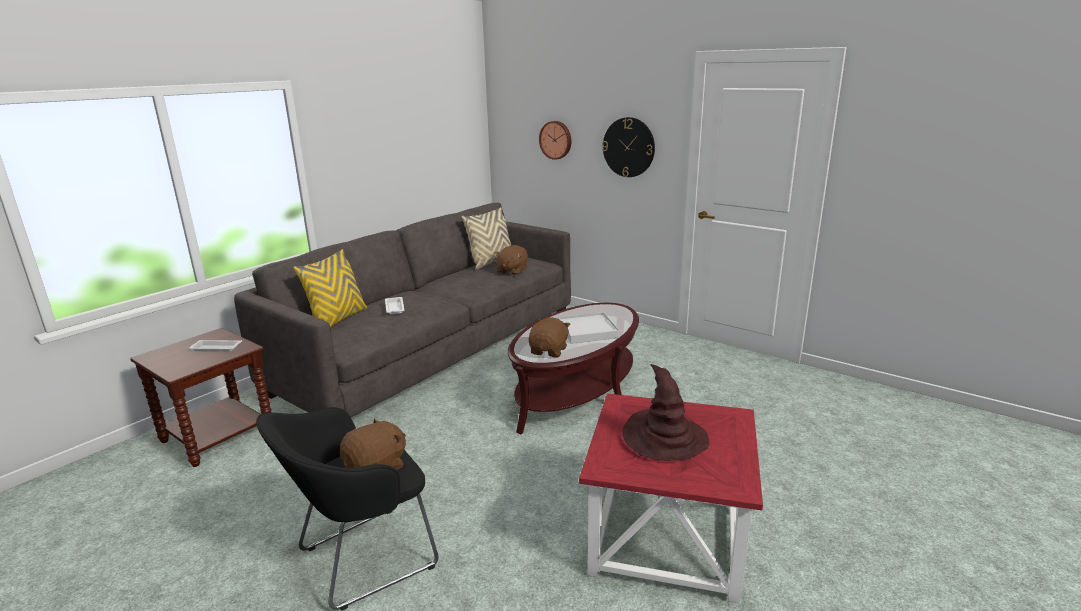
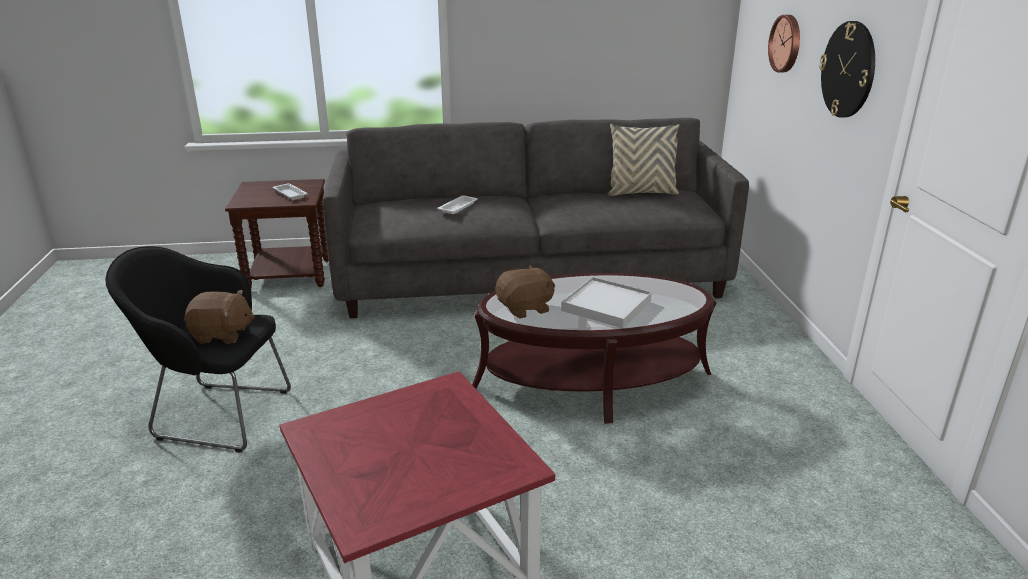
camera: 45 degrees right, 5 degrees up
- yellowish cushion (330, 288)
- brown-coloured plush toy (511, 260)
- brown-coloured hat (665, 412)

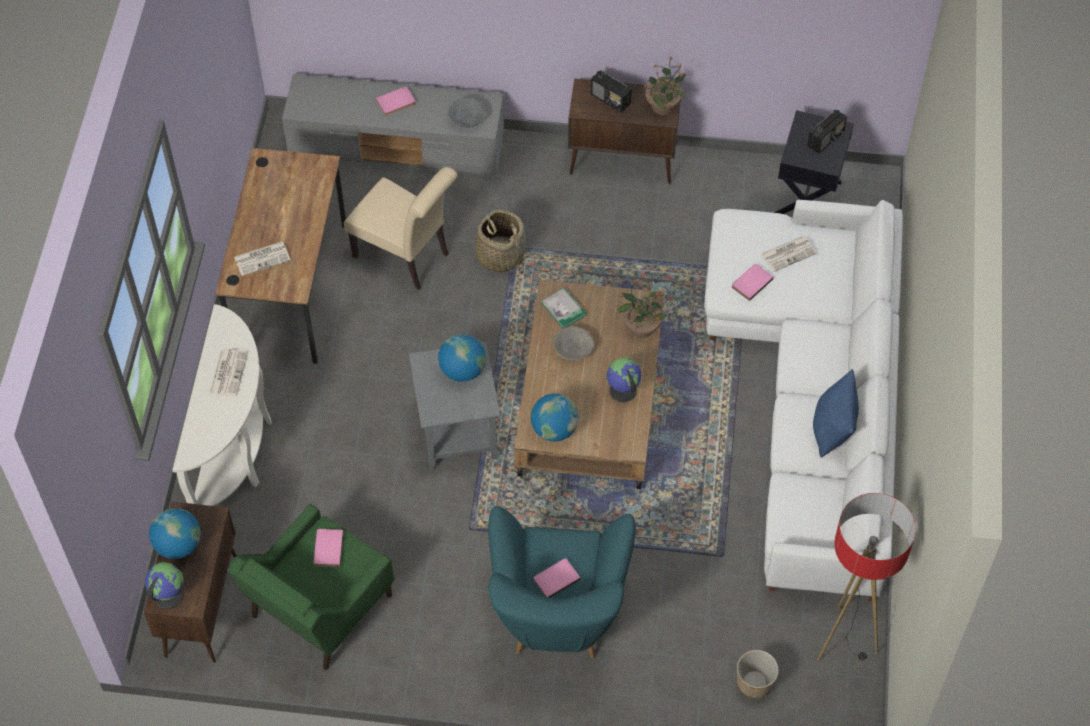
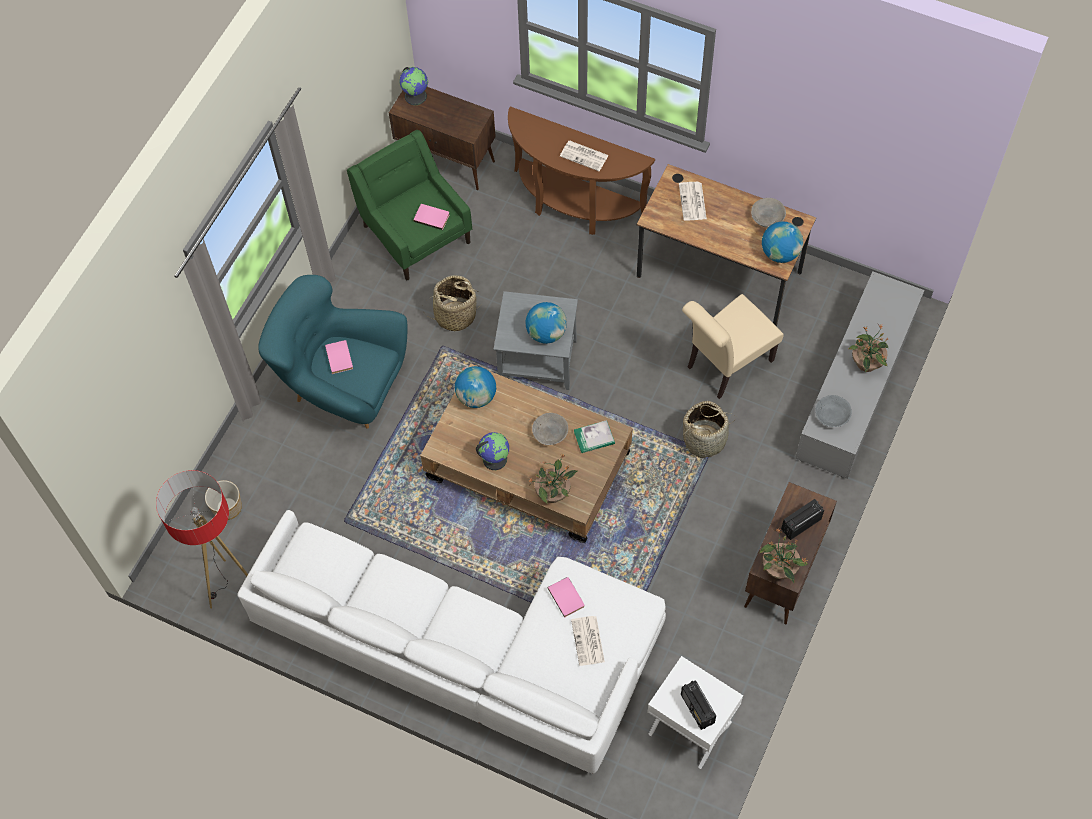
camera: 110 degrees right, 5 degrees up
~ world globe (175, 533) to (782, 242)
~ white-coloured console table (222, 405) to brown-coloured console table (581, 170)
~ pink book (396, 101) to potted plant (868, 348)
~ black side table (814, 162) to white-coloured side table (695, 712)
- bluish cushion (836, 413)
+ household basket (452, 303)
+ greyish bowl (768, 213)

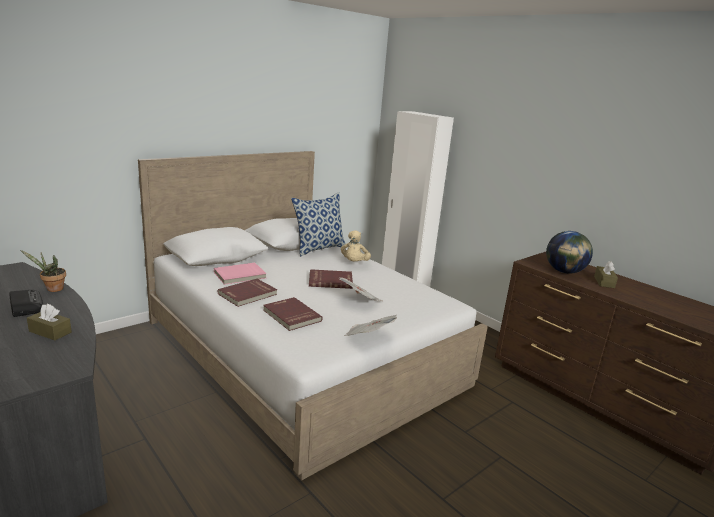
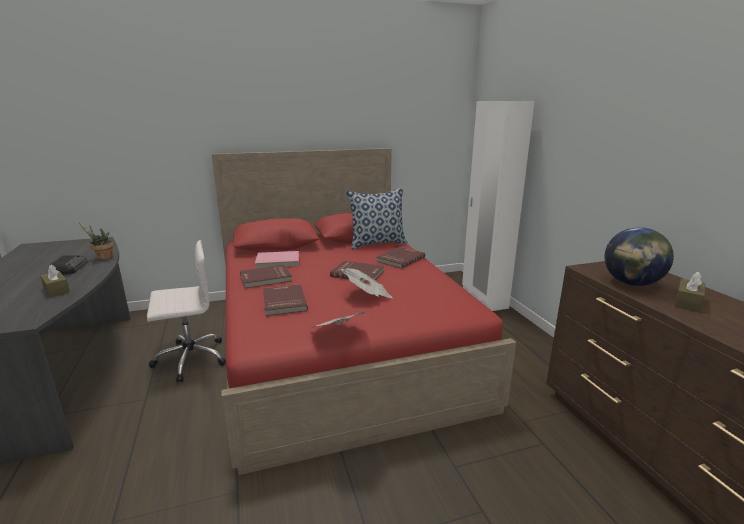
camera: 25 degrees right, 0 degrees up
~ white-coloured bed (313, 316) to red-coloured bed (364, 311)
~ sand-coloured plush toy (356, 245) to red-coloured book (400, 258)
+ white-coloured office chair (186, 311)

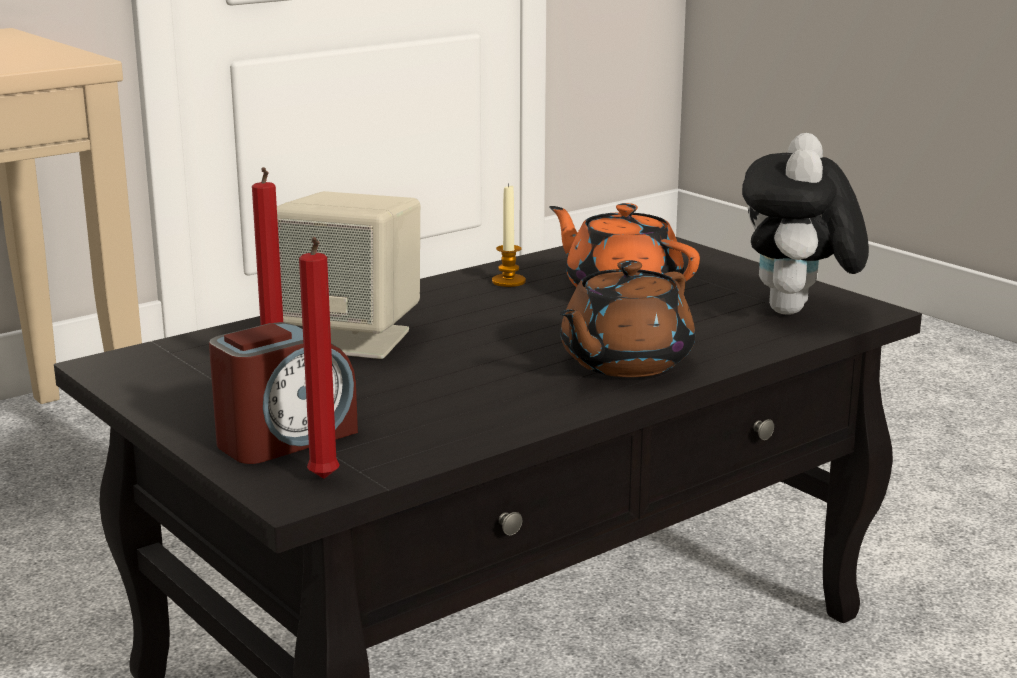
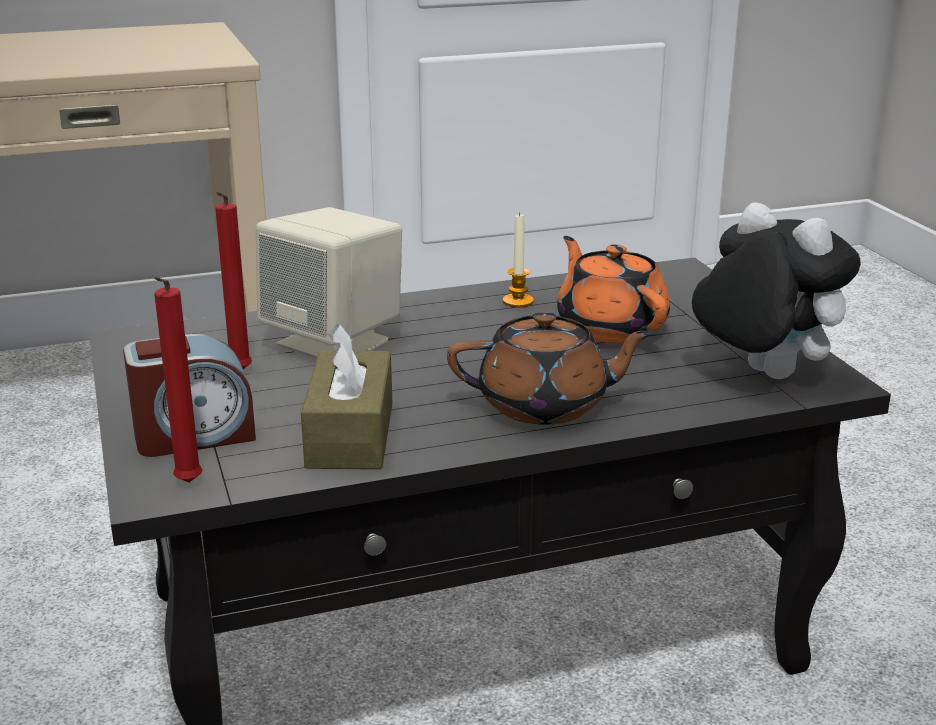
camera: 20 degrees right, 5 degrees up
~ brown-coloured teapot (627, 318) = (551, 368) 150 degrees counterclockwise
~ plush toy (805, 224) = (776, 290) 105 degrees clockwise
+ brown-coloured tissue box (346, 396)

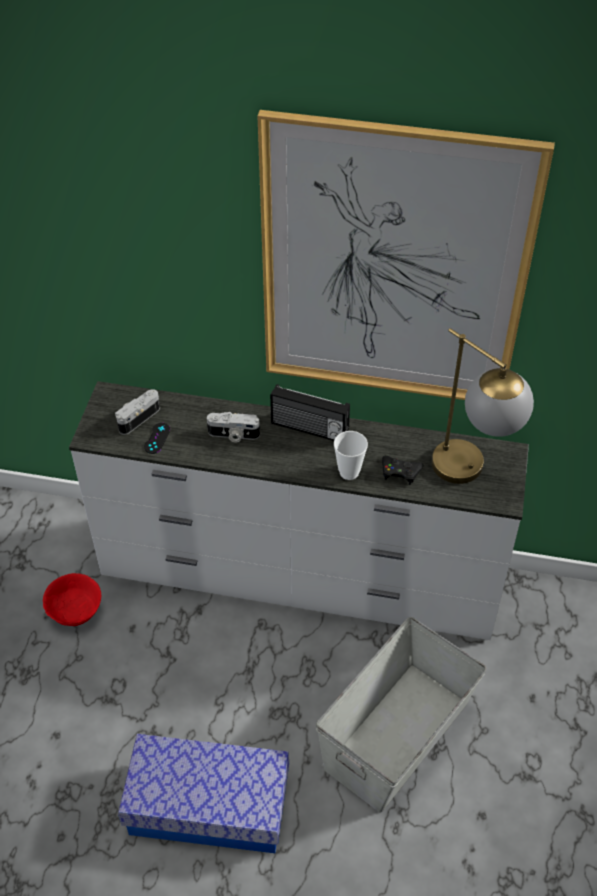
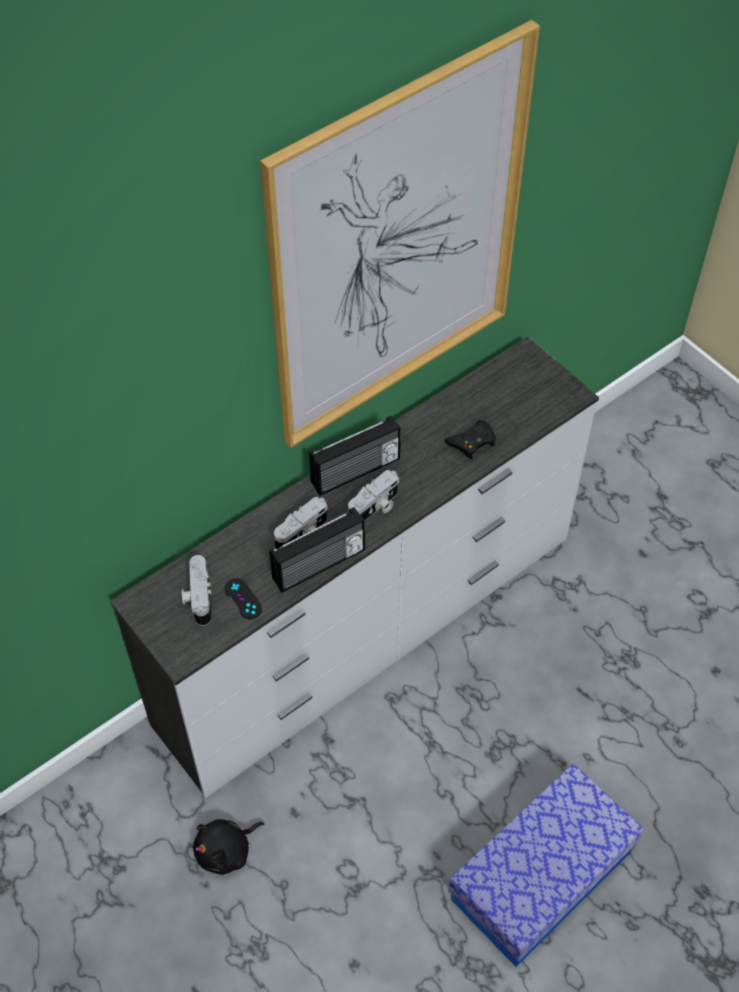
camera: 50 degrees left, 5 degrees up
~ red-coloured bowl (72, 599) to black plush toy (228, 847)
- greyish storage bin (401, 715)
- small cup (351, 455)
- table lamp (483, 406)
+ radio (317, 550)
+ photo camera (373, 495)

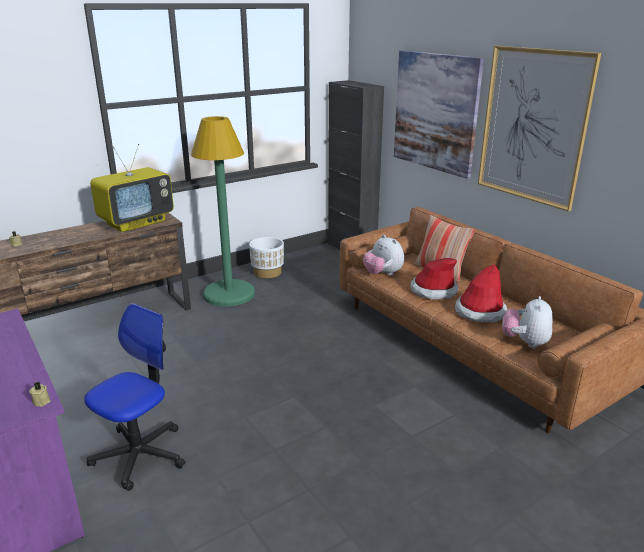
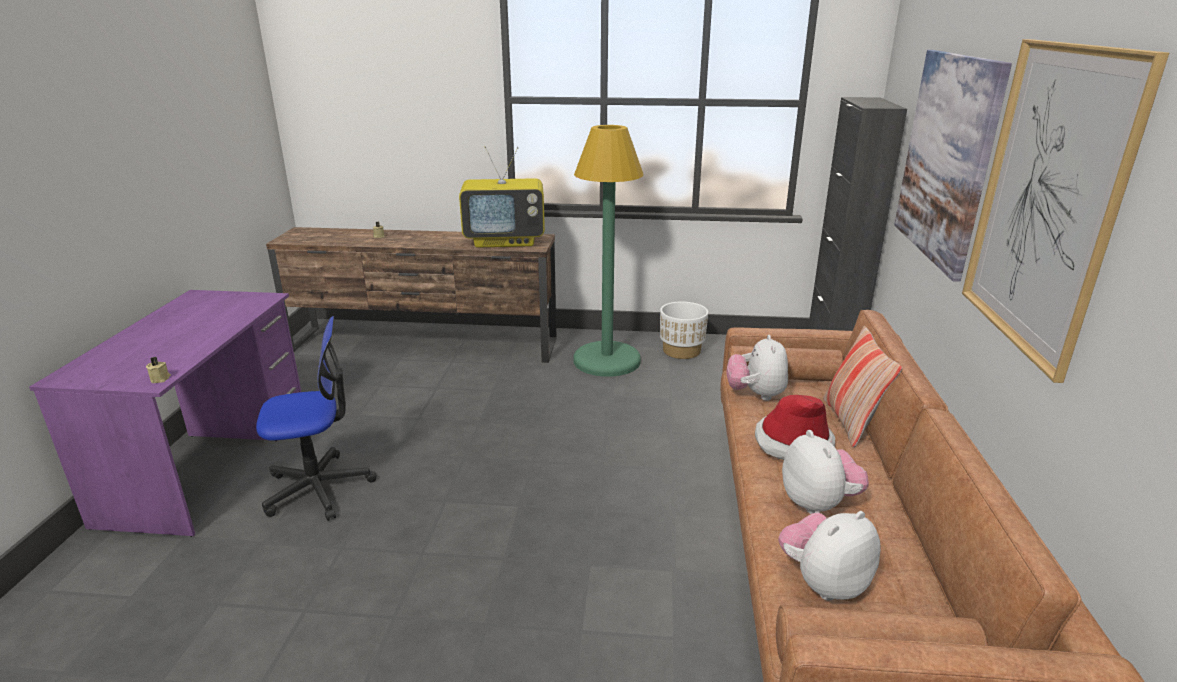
camera: 40 degrees right, 0 degrees up
~ hat (481, 293) to plush toy (825, 472)

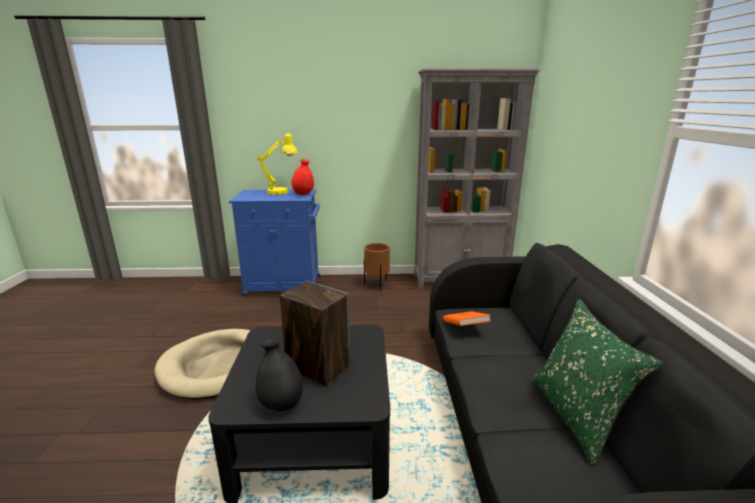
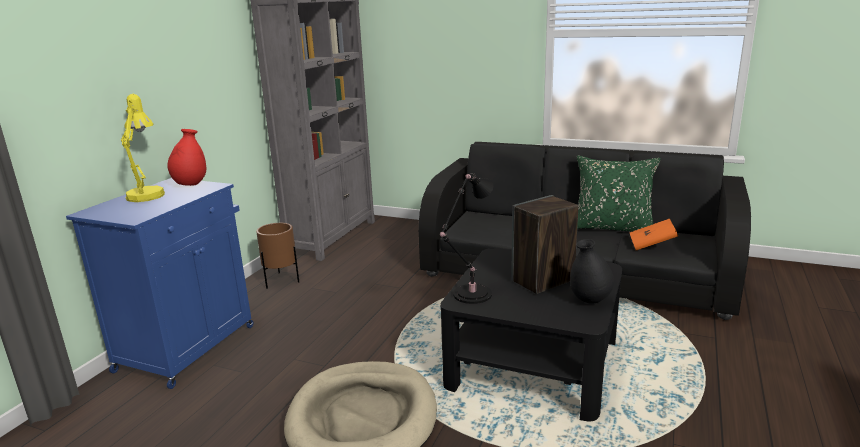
camera: 65 degrees left, 0 degrees up
~ orange book (466, 318) to (654, 234)
+ black table lamp (466, 238)

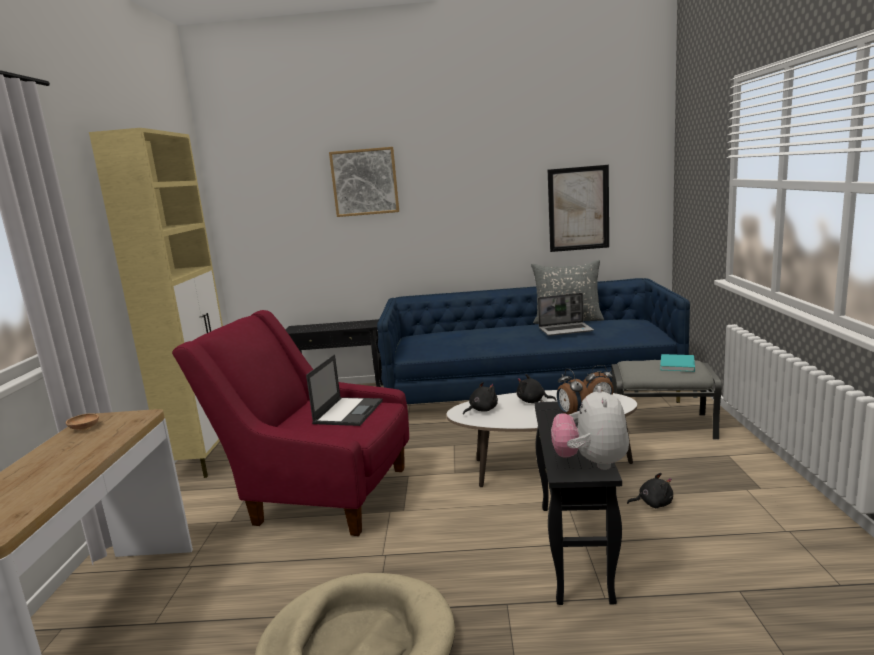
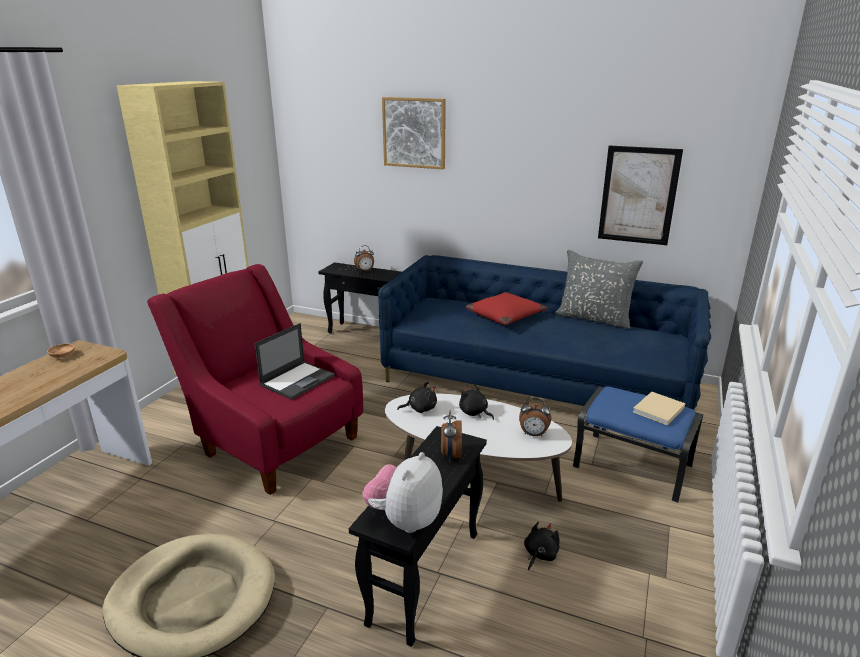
camera: 20 degrees right, 10 degrees up
- notebook computer (566, 314)
~ greyish ottoman (666, 400) to bluish ottoman (638, 444)
~ black plush toy (650, 490) = (541, 546) 75 degrees counterclockwise
~ turquoise book (677, 363) to sand-coloured book (659, 408)
+ table clock (364, 259)
+ red-coloured cushion (507, 308)

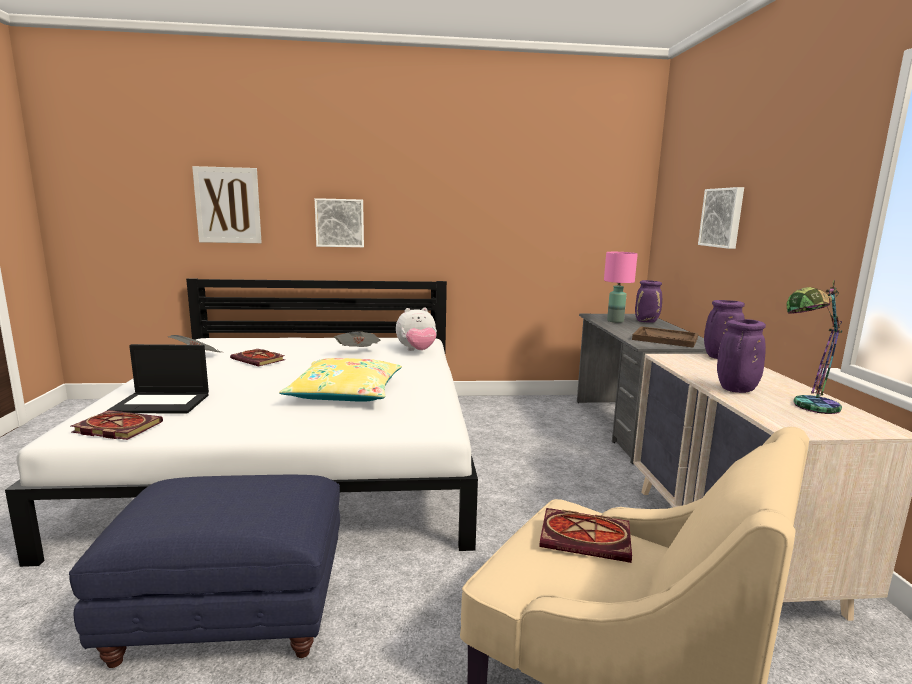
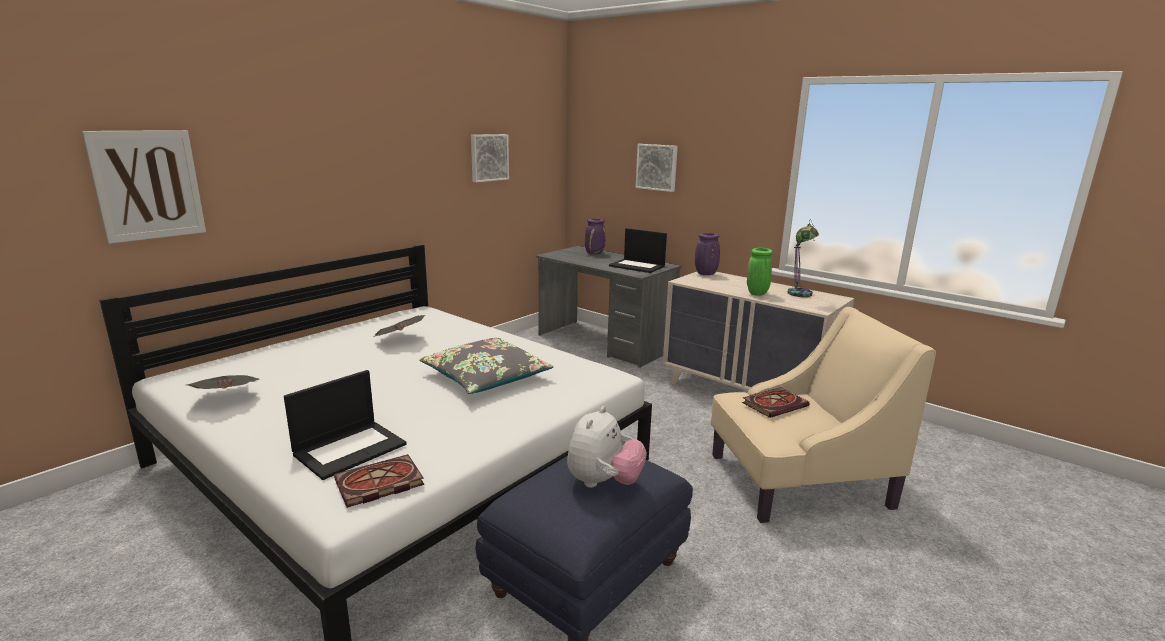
camera: 45 degrees left, 5 degrees up
- book (257, 358)
~ yellowish cushion (340, 380) to greyish cushion (486, 366)
~ wall picture (339, 222) to (490, 158)
~ plush toy (416, 329) to (607, 447)
- pink table lamp (621, 287)
~ brown-coloured serving tray (665, 337) to notebook computer (638, 250)
~ purplish vase (741, 356) to green-coloured vase (760, 272)

